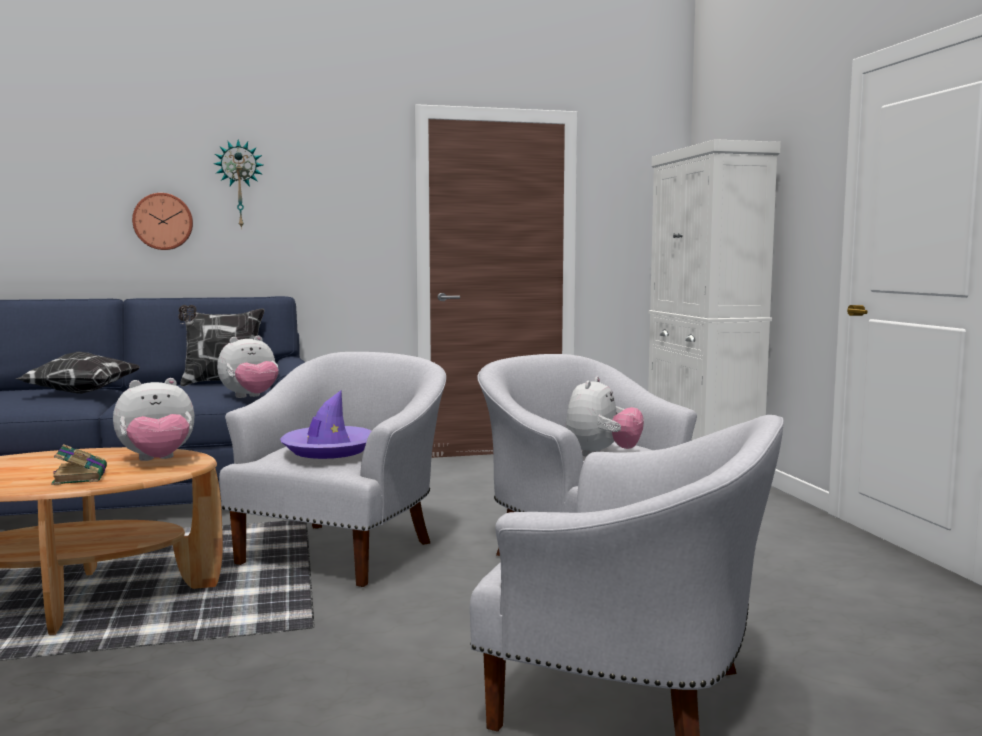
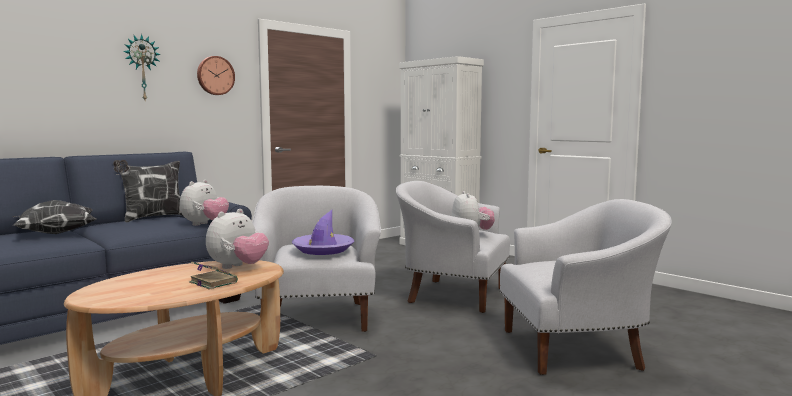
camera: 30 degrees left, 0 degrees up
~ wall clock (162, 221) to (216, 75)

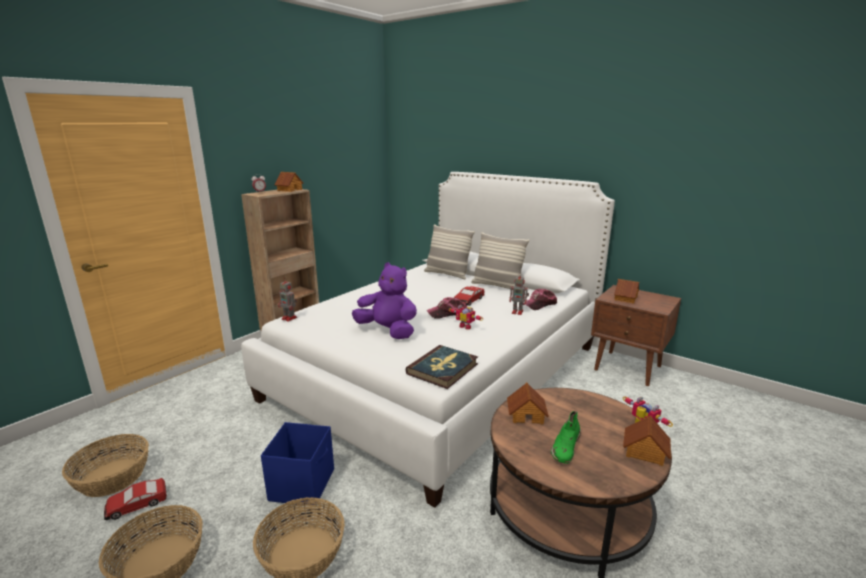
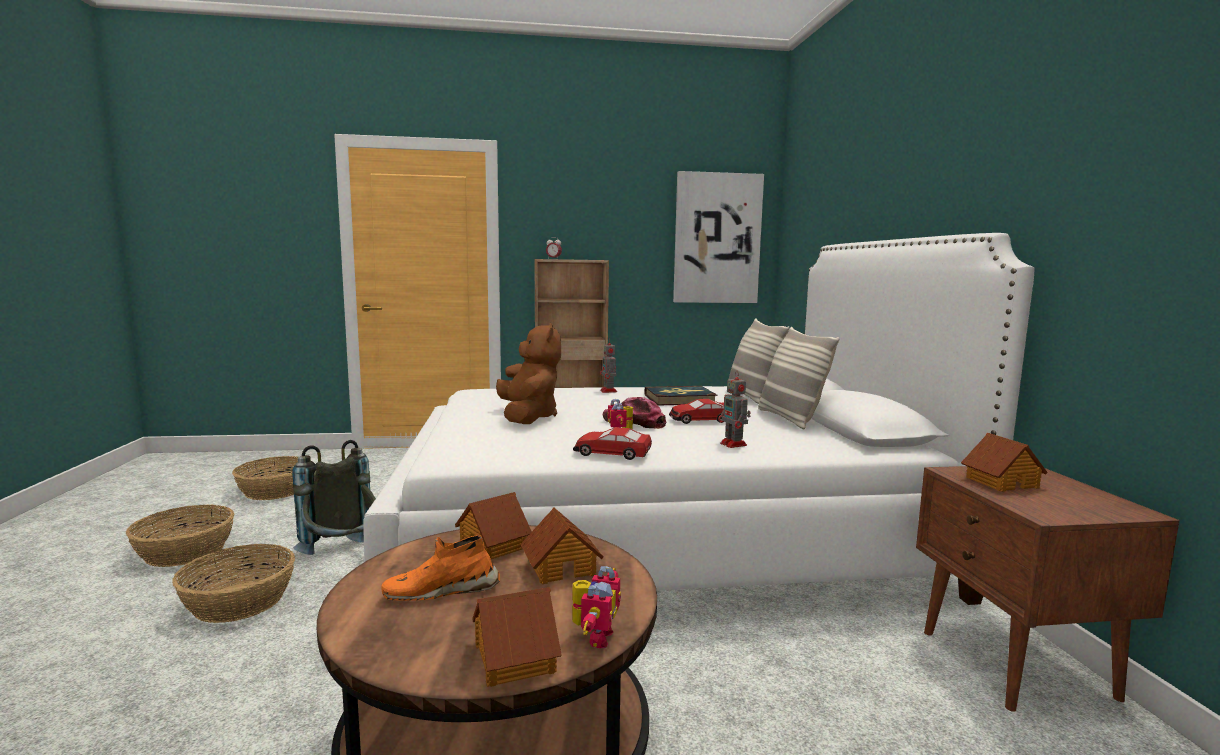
camera: 45 degrees right, 10 degrees down
~ toy car (135, 499) to (612, 443)
~ bluish storage bin (297, 463) to greyish rucksack (334, 497)
~ model house (288, 182) to (562, 545)
~ toy robot (287, 300) to (608, 365)
~ purplish plush toy (384, 300) to brown-coloured plush toy (528, 373)
~ book (442, 367) to (681, 396)
- baseball cap (540, 299)
~ green-coloured shoe (566, 437) to orange shoe (440, 568)
+ wall picture (718, 237)

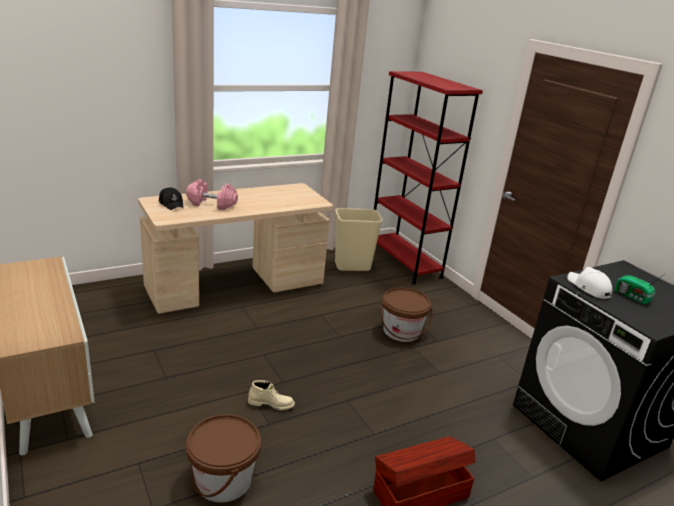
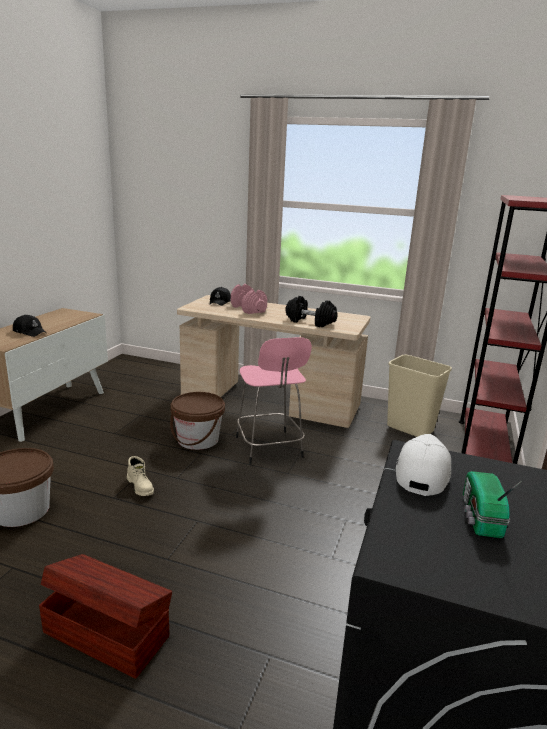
camera: 50 degrees right, 5 degrees down
~ brown-coloured water bucket (406, 315) to (197, 421)
+ black baseball cap (29, 326)
+ pink stool seat (274, 400)
+ black hand weight (311, 311)

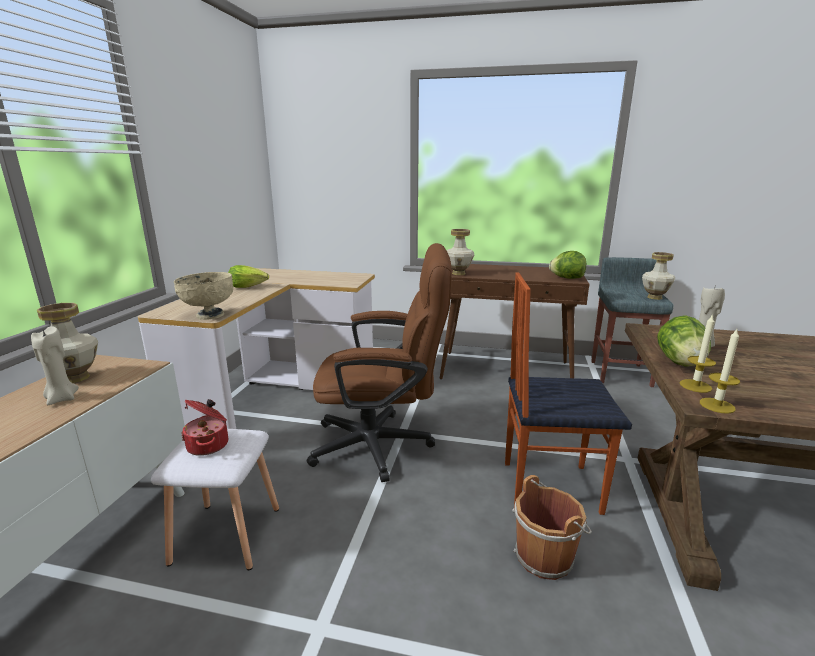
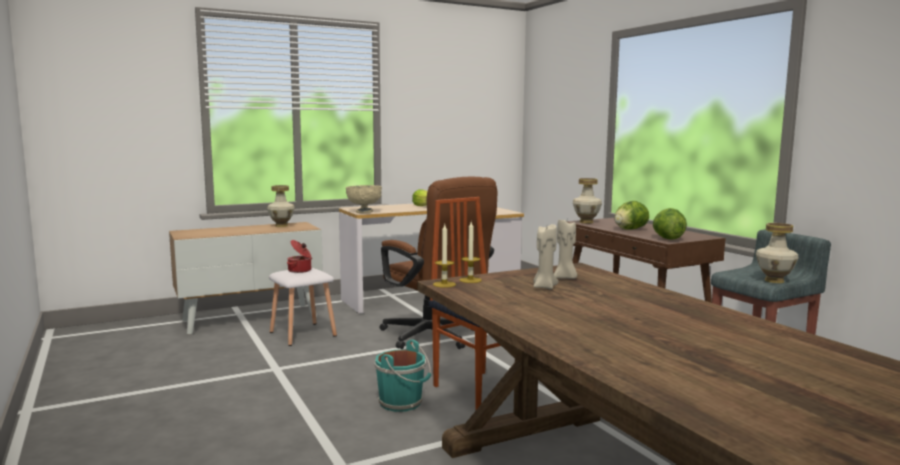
camera: 50 degrees right, 10 degrees down
~ sand-coloured wax light (55, 365) to (546, 257)
~ brown-coloured water bucket (552, 527) to turquoise water bucket (403, 376)
~ lettuce head (684, 341) to (631, 215)

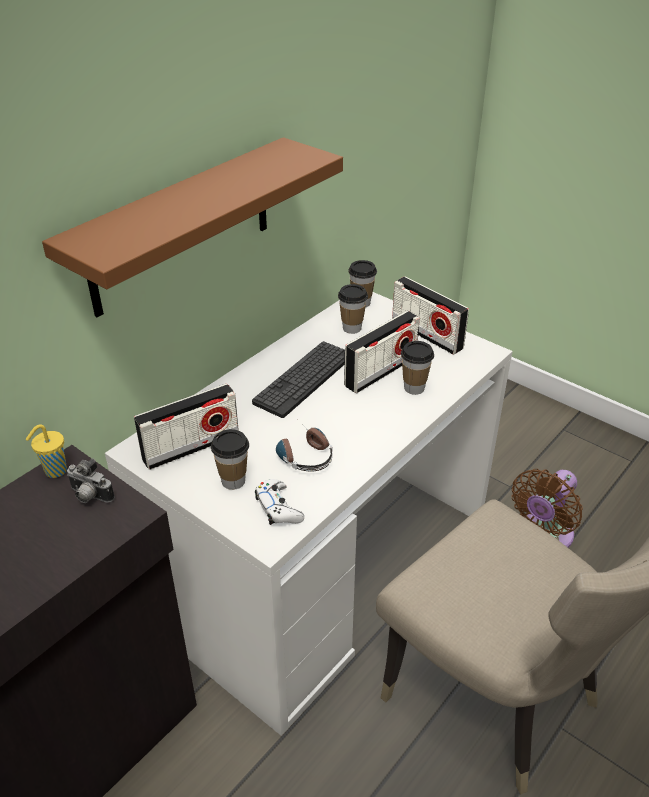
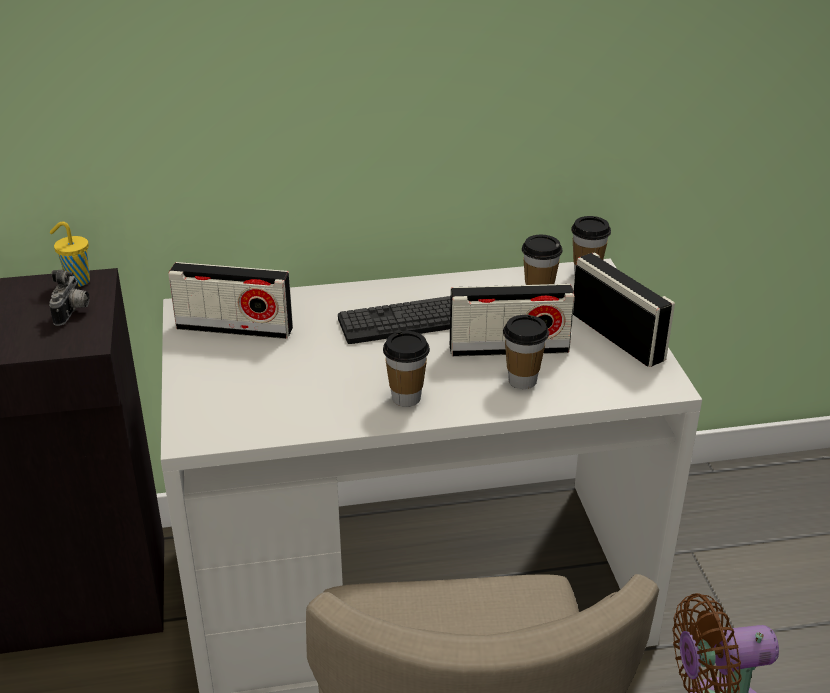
camera: 40 degrees right, 5 degrees down
- brown-coloured wall shelf (192, 227)
~ photo camera (91, 480) = (69, 298) 150 degrees counterclockwise
~ small cup (230, 459) to (406, 369)
- white-coloured gamepad (279, 502)
- pair of headphones (304, 445)
~ radio (430, 315) = (624, 309) 150 degrees clockwise

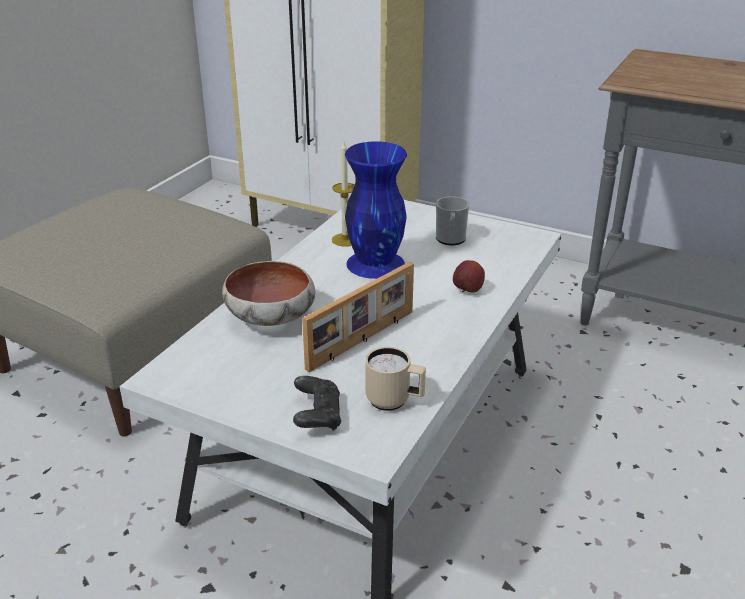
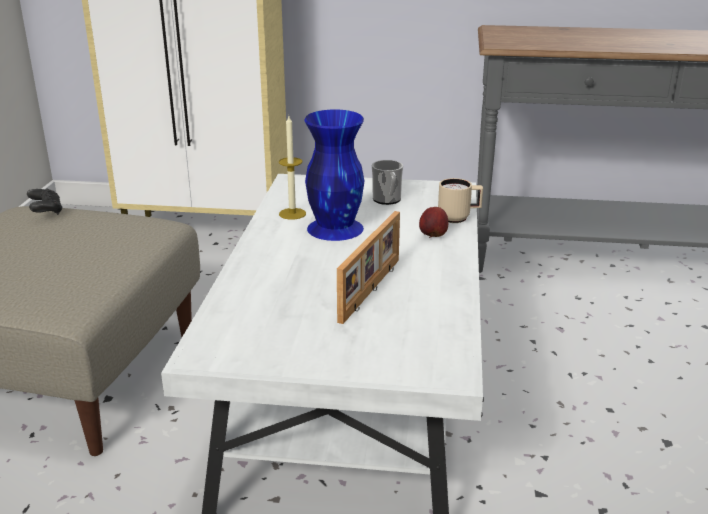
camera: 20 degrees left, 5 degrees down
- bowl (268, 293)
~ black gamepad (317, 403) to (45, 201)
~ sand-coloured mug (395, 379) to (460, 200)

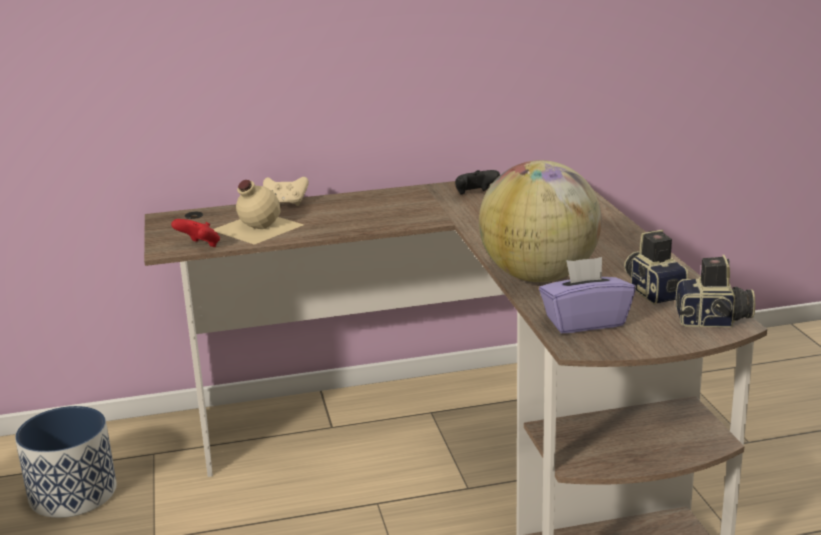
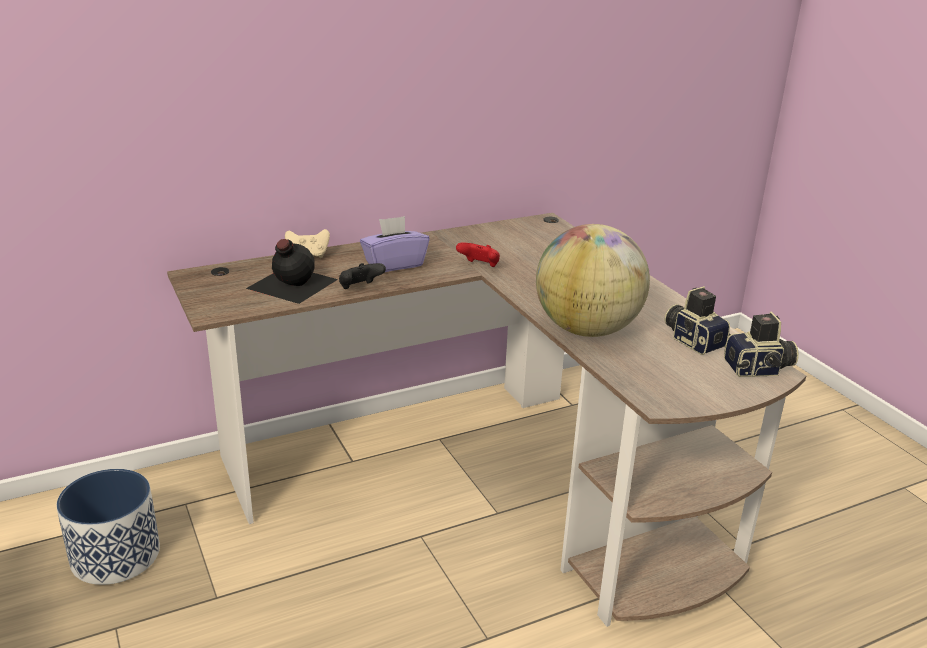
camera: 15 degrees left, 5 degrees up
~ red-coloured gamepad (195, 233) to (478, 254)
~ sand-coloured bottle (258, 212) to black bottle (292, 271)
~ black gamepad (477, 182) to (362, 276)
~ purplish tissue box (587, 295) to (395, 244)

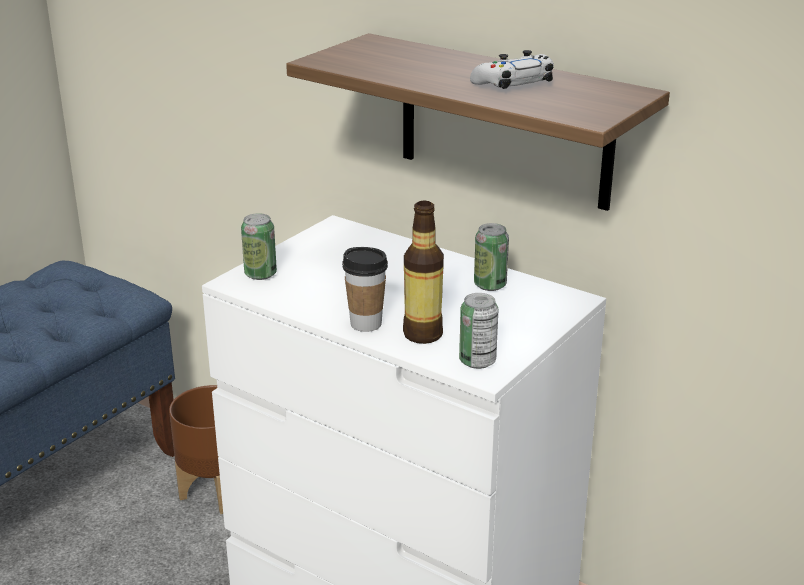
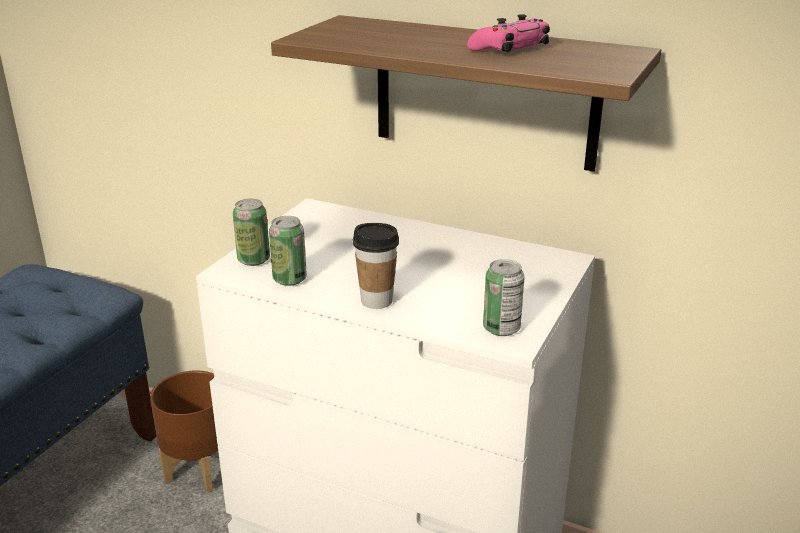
camera: 10 degrees left, 0 degrees up
- bottle (423, 272)
~ white-coloured gamepad (512, 69) to pink gamepad (508, 33)
~ sealed can (491, 257) to (288, 251)

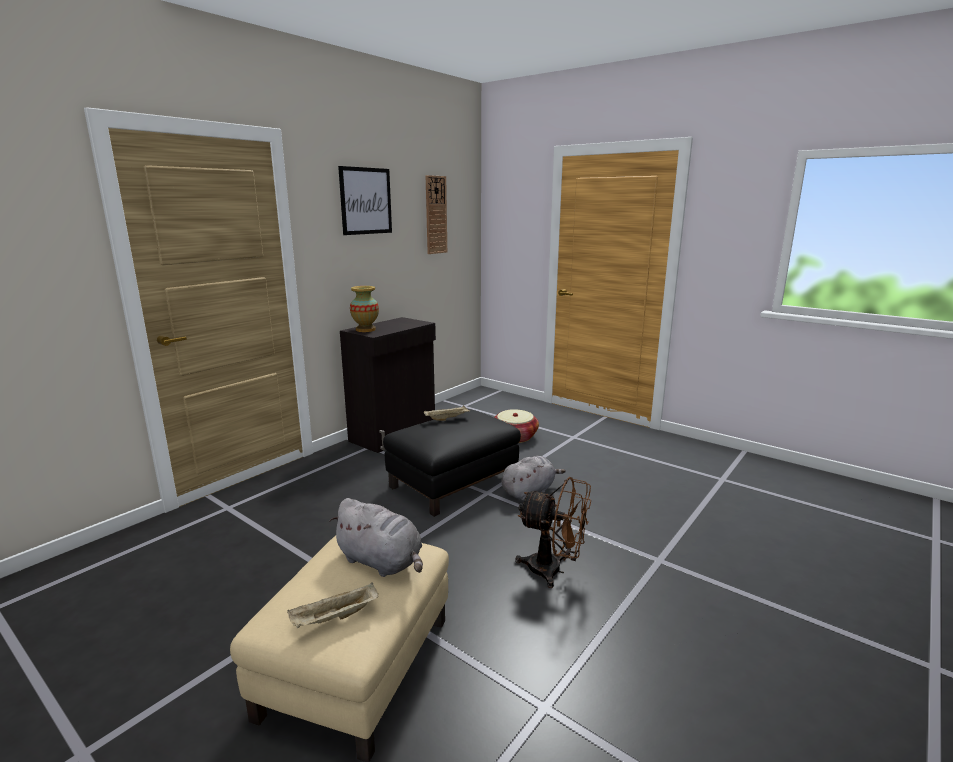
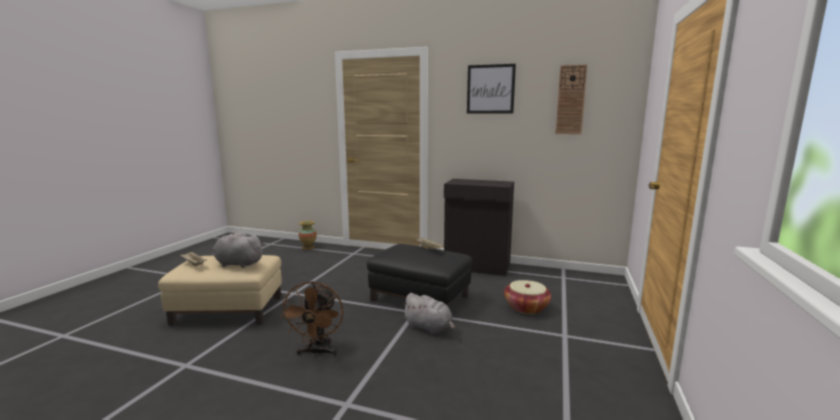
camera: 70 degrees right, 5 degrees down
~ greyish plush toy (376, 537) = (238, 249) 90 degrees clockwise
~ vase (364, 309) to (308, 235)

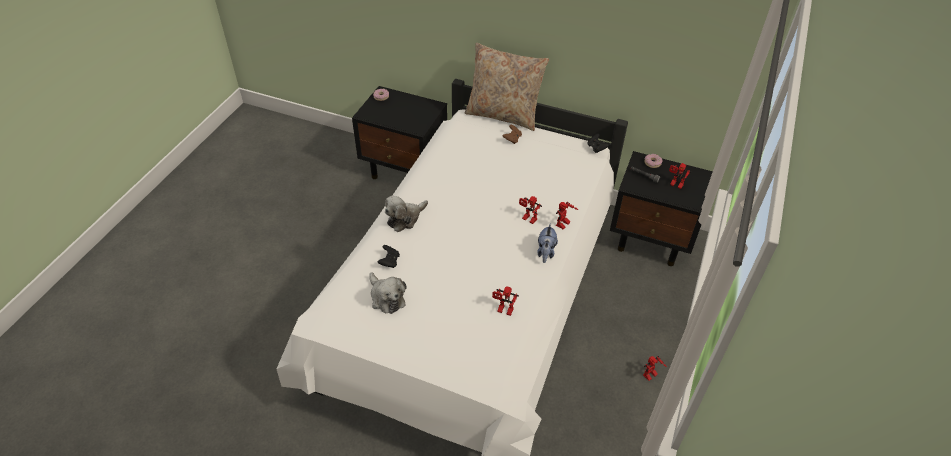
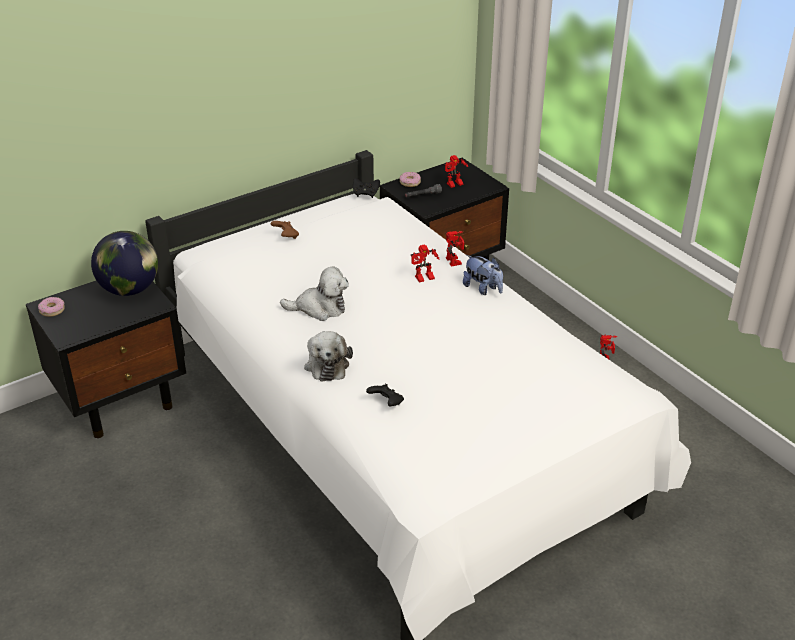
camera: 55 degrees left, 10 degrees down
~ plush toy (387, 293) to (314, 293)
- sand-coloured cushion (507, 87)
- toy robot (505, 301)
+ world globe (124, 263)

